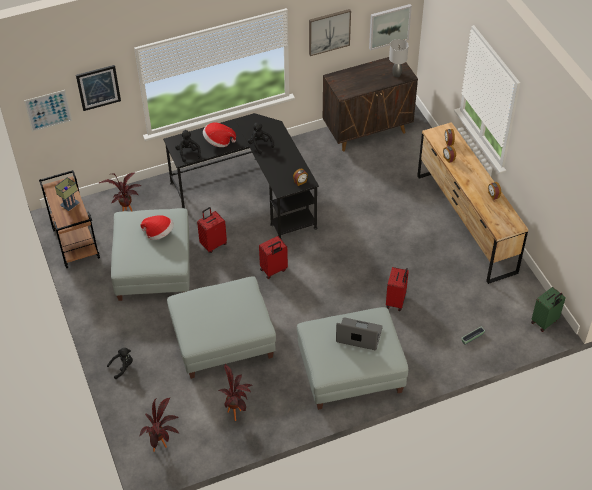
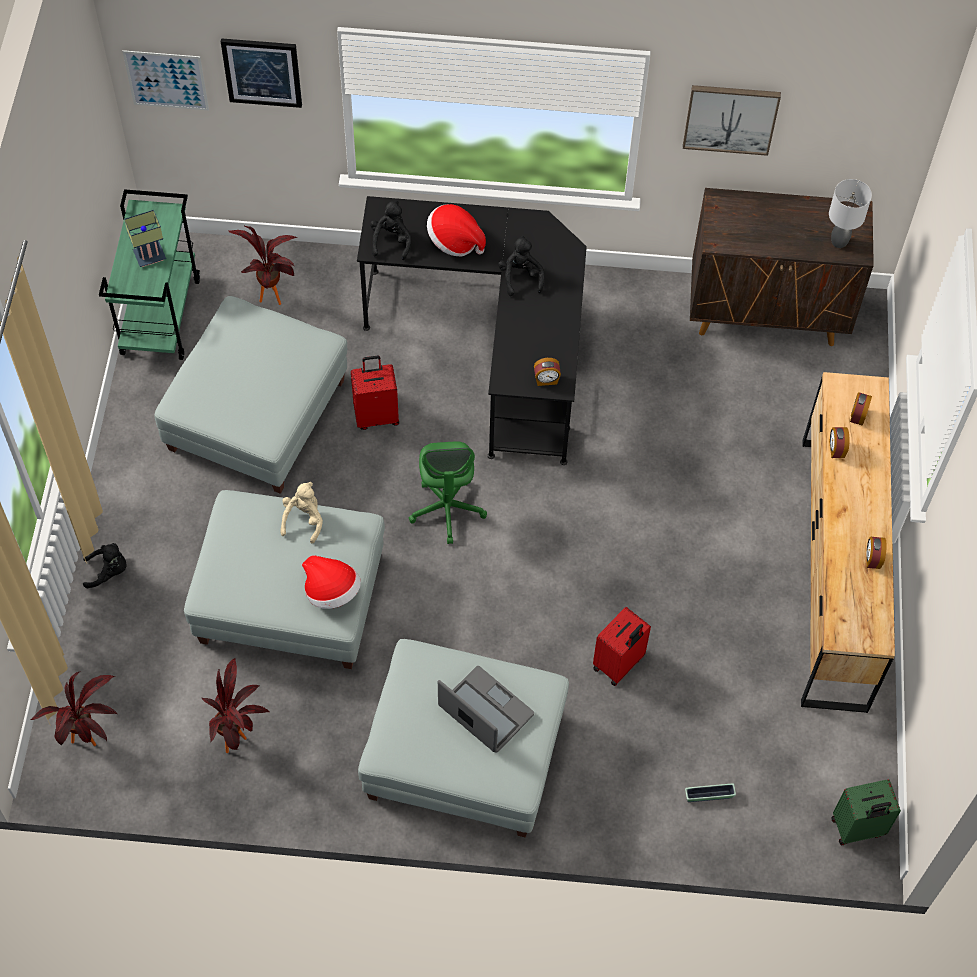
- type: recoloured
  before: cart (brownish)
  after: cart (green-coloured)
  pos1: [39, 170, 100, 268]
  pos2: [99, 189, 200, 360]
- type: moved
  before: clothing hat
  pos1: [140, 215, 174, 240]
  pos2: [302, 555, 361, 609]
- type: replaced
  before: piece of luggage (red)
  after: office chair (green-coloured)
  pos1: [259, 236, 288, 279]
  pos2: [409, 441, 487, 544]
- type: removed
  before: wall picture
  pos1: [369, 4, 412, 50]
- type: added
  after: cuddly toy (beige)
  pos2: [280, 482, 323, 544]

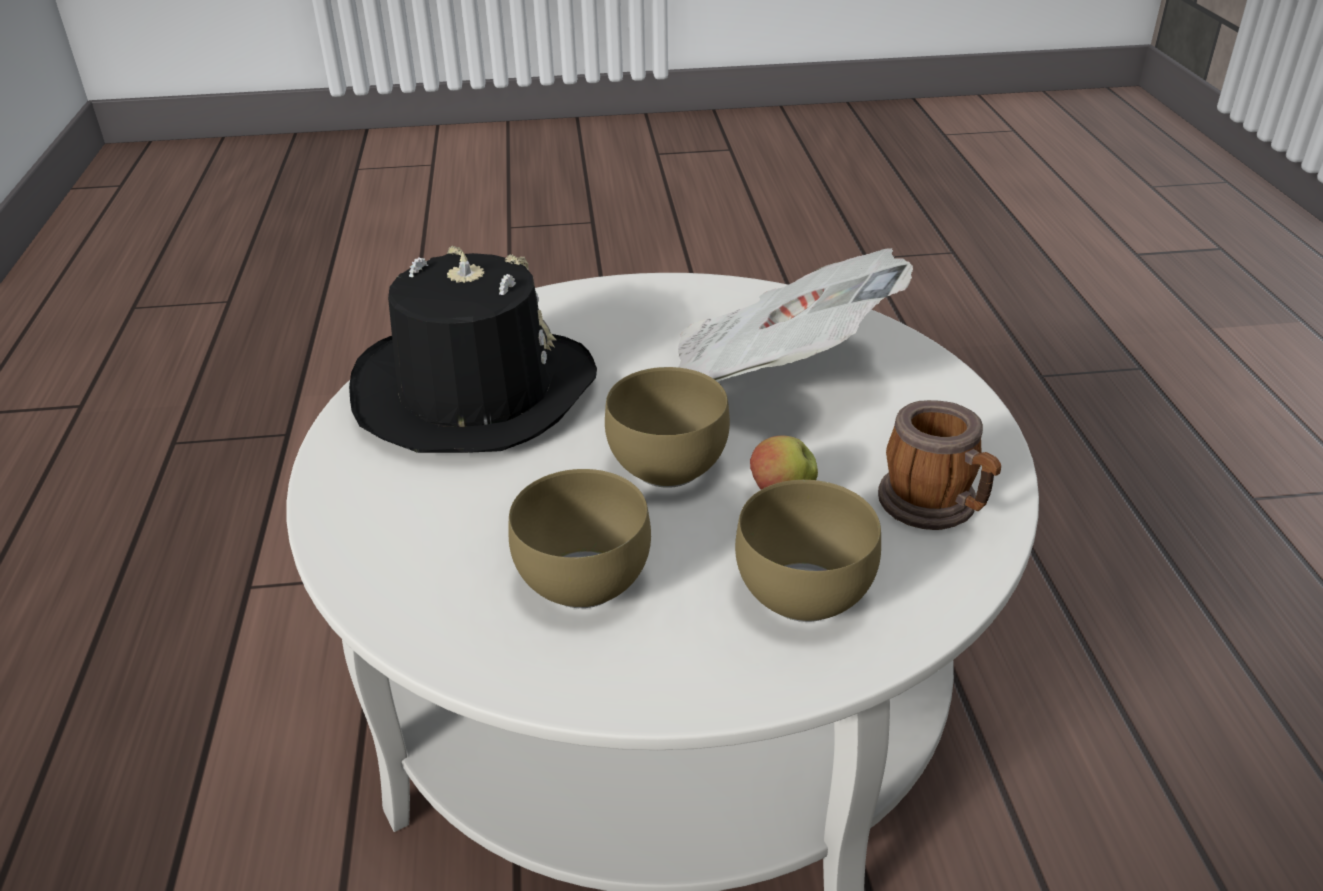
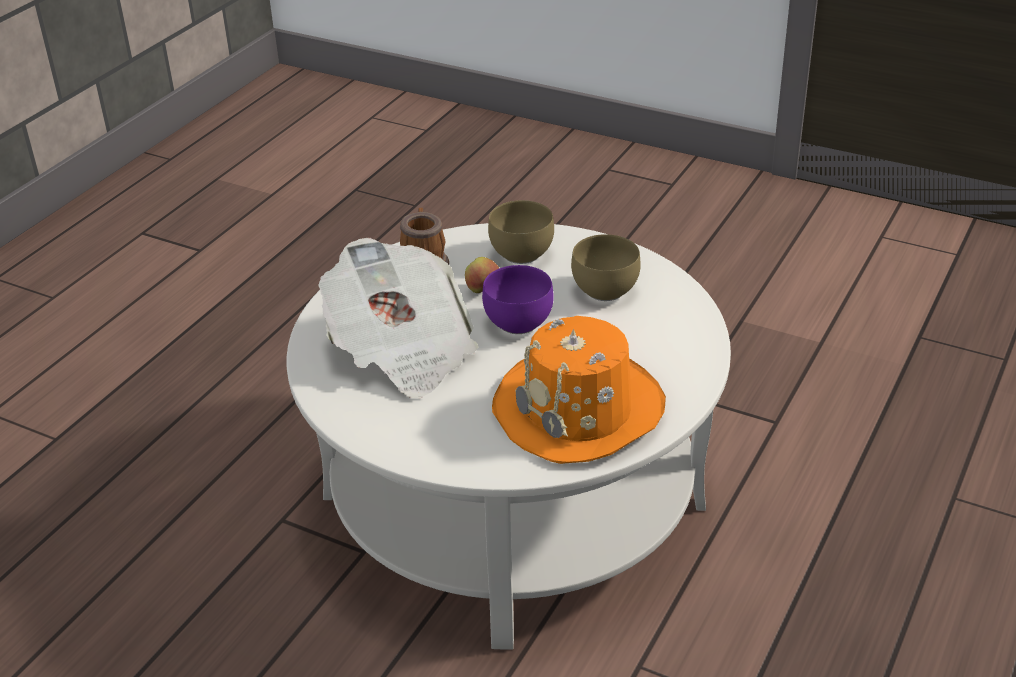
- type: recoloured
  before: clothing hat (black)
  after: clothing hat (orangey)
  pos1: [349, 246, 597, 453]
  pos2: [492, 316, 666, 464]
- type: recoloured
  before: bowl (brownish)
  after: bowl (purple)
  pos1: [605, 367, 730, 488]
  pos2: [482, 265, 554, 334]

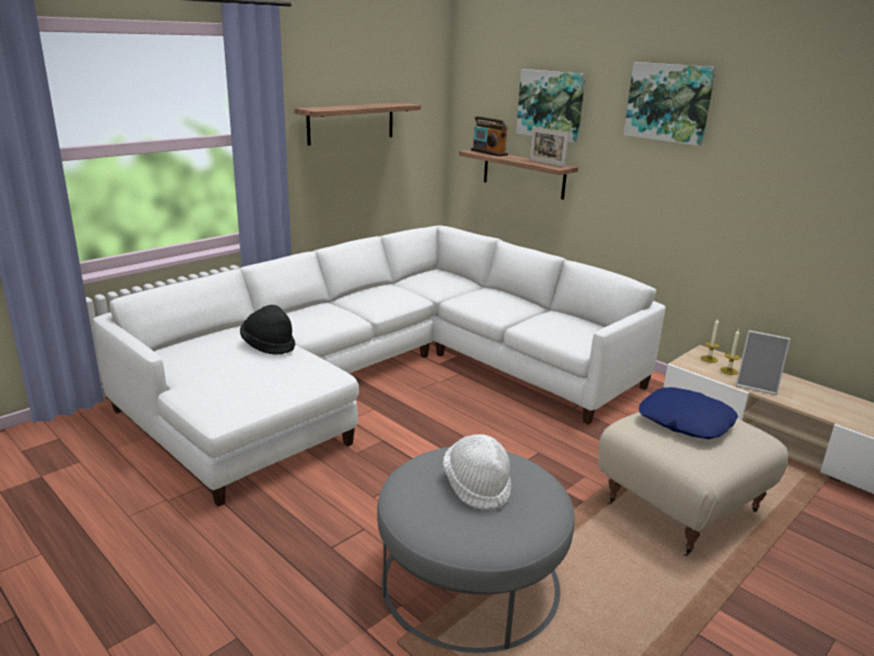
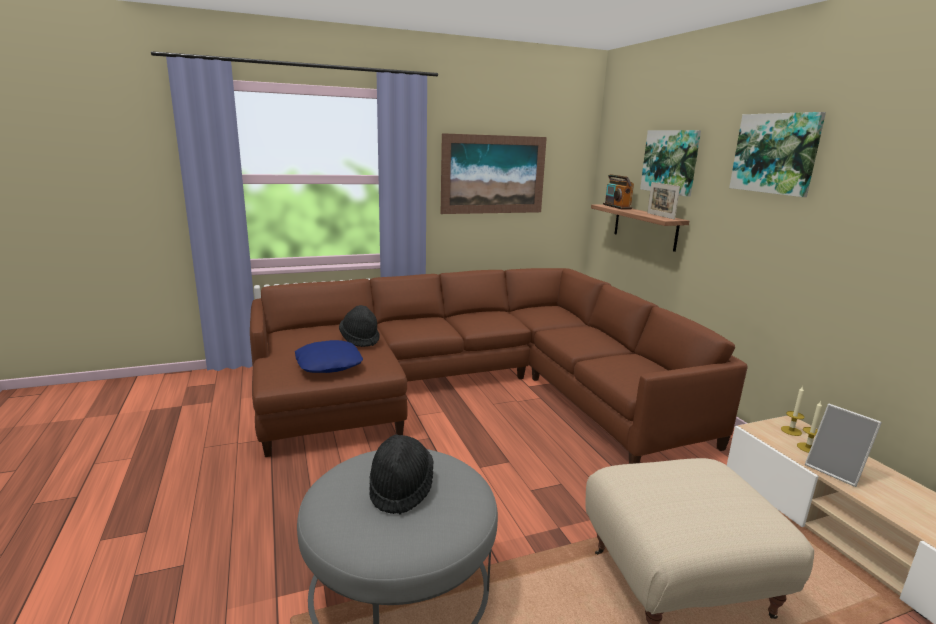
- type: recoloured
  before: couch (white-coloured)
  after: couch (brownish)
  pos1: [93, 225, 666, 507]
  pos2: [250, 268, 748, 464]
- type: replaced
  before: bracket shelf
  after: wall picture
  pos1: [295, 102, 421, 145]
  pos2: [441, 133, 547, 214]
- type: recoloured
  before: clothing hat (white-coloured)
  after: clothing hat (black)
  pos1: [443, 434, 511, 510]
  pos2: [369, 434, 434, 515]
- type: moved
  before: throw pillow (blue)
  pos1: [639, 387, 738, 439]
  pos2: [295, 340, 363, 373]

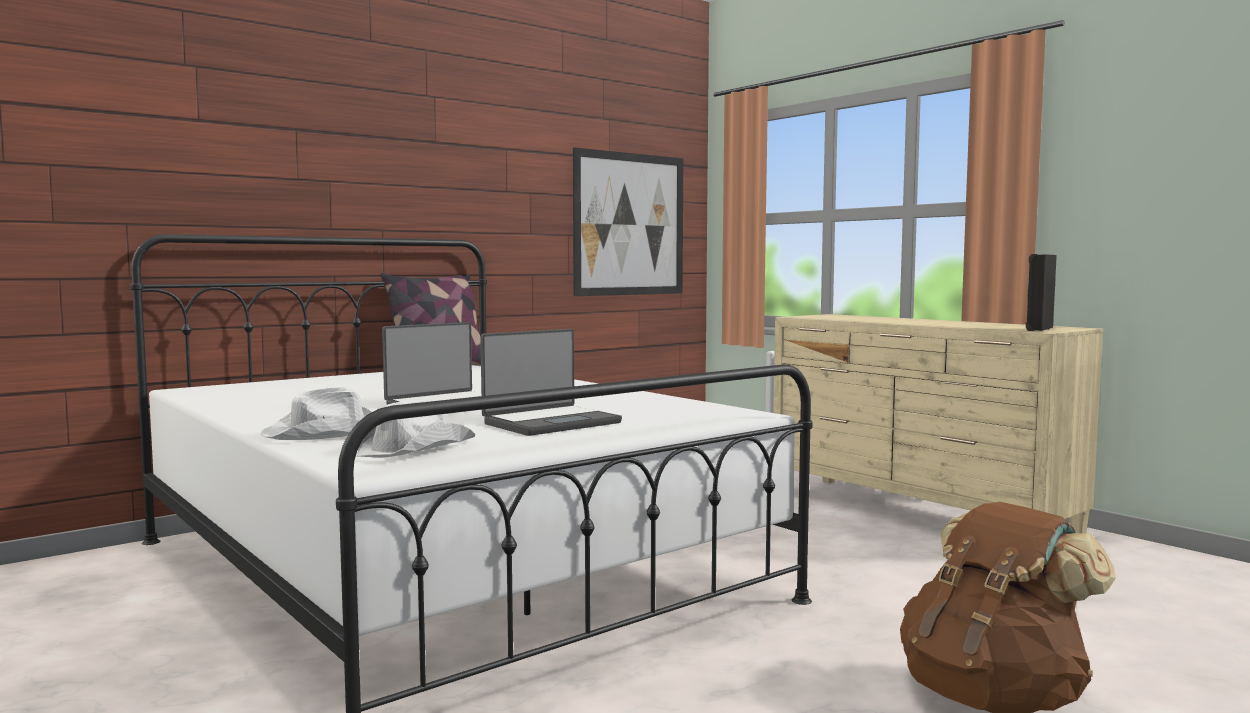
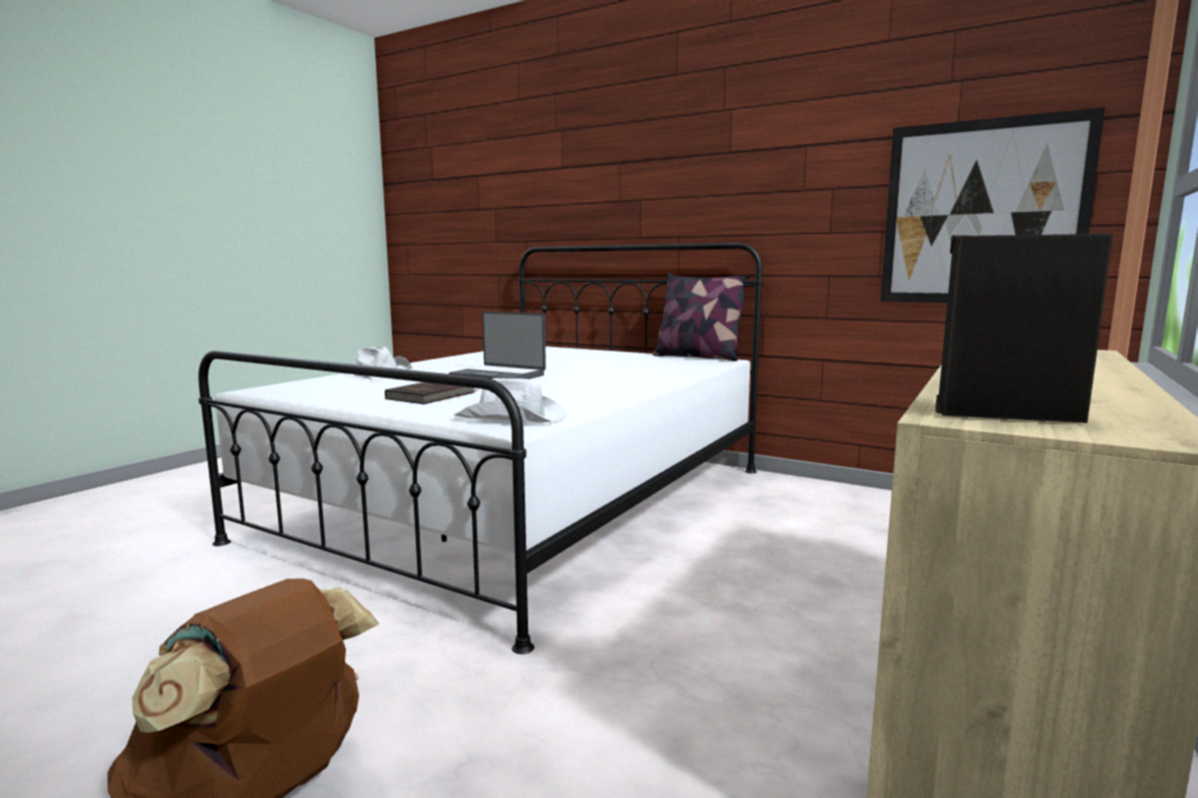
- type: moved
  before: clothing hat (white-coloured)
  pos1: [356, 400, 475, 458]
  pos2: [454, 378, 568, 422]
- type: replaced
  before: notebook computer
  after: book (brownish)
  pos1: [480, 329, 622, 436]
  pos2: [385, 382, 477, 404]

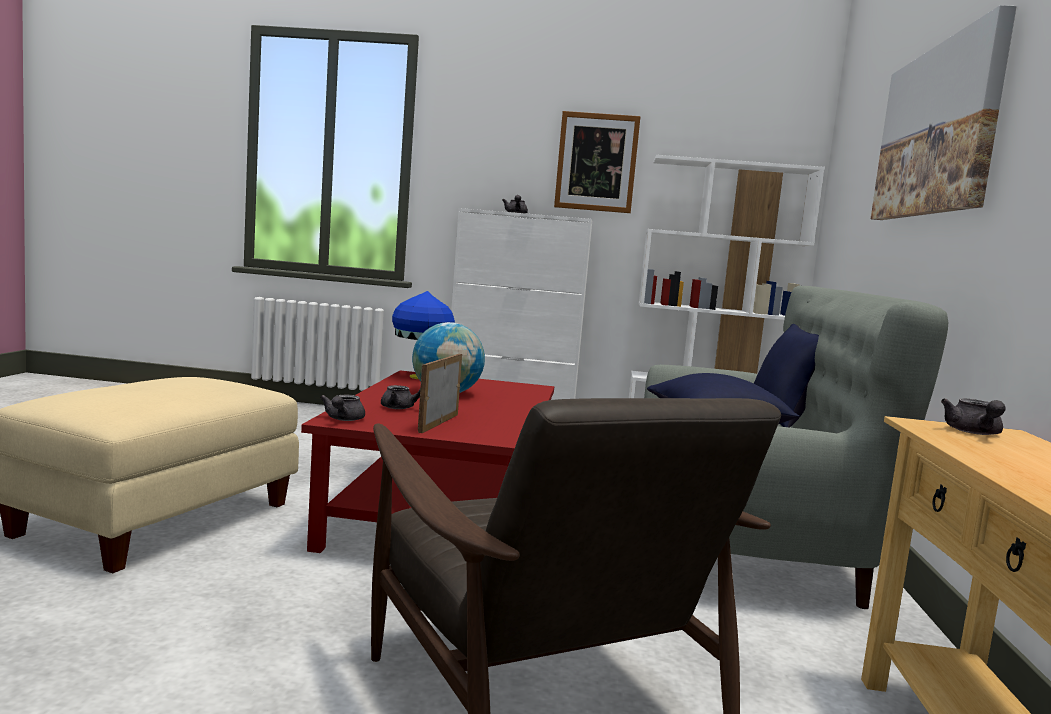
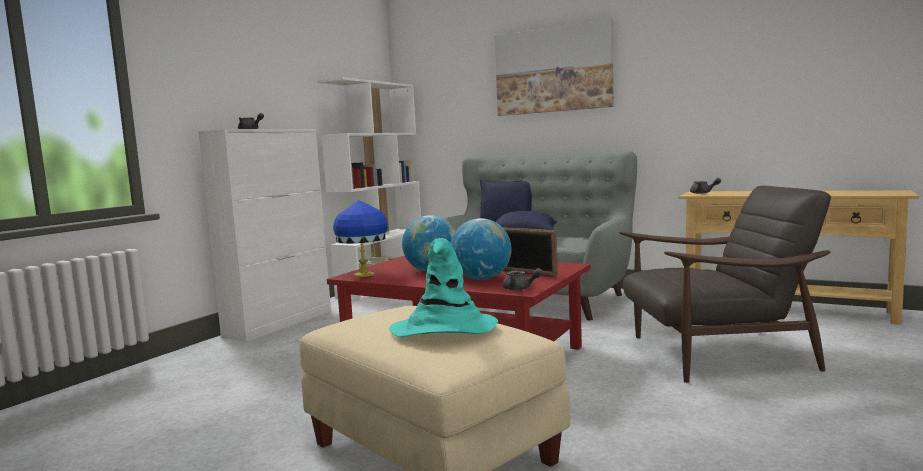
- type: replaced
  before: tea pot (grey)
  after: globe
  pos1: [381, 385, 420, 409]
  pos2: [450, 218, 512, 280]
- type: removed
  before: wall picture
  pos1: [554, 111, 641, 213]
- type: added
  after: clothing hat (turquoise-coloured)
  pos2: [389, 238, 498, 337]

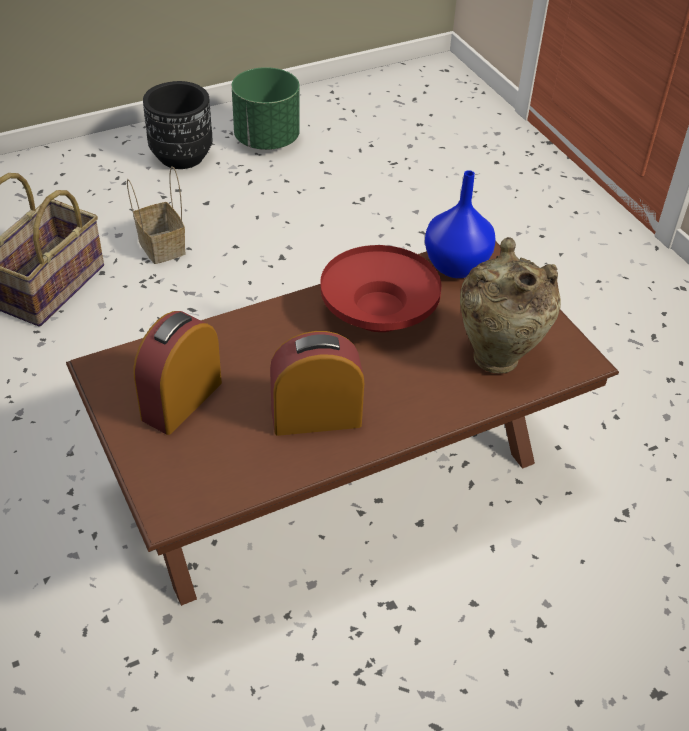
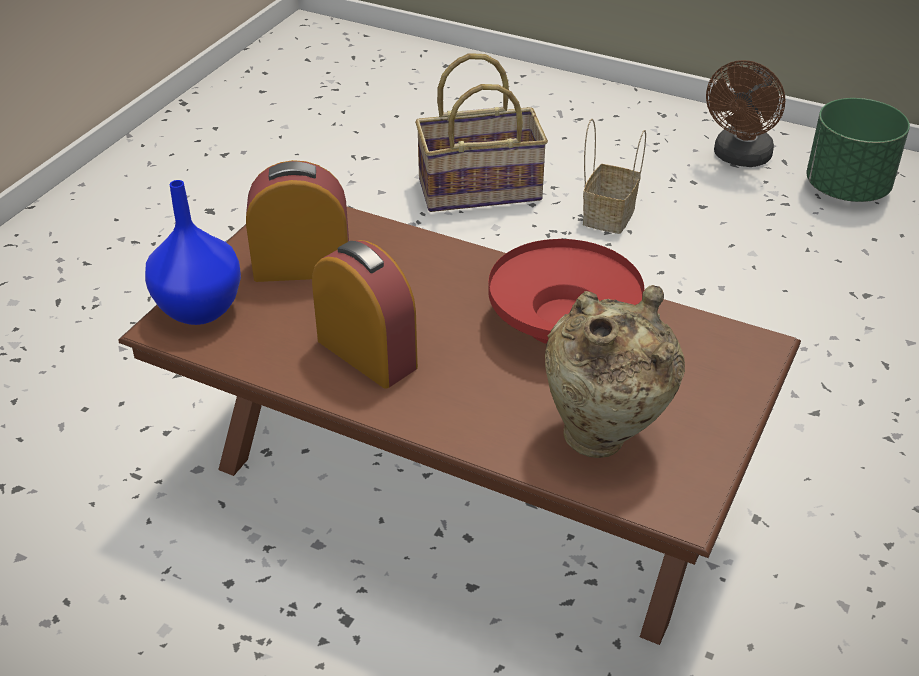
- type: replaced
  before: plant pot (black)
  after: fan (brownish)
  pos1: [143, 81, 212, 169]
  pos2: [706, 60, 785, 167]
- type: moved
  before: flower vase (blue)
  pos1: [425, 170, 496, 278]
  pos2: [145, 180, 241, 325]

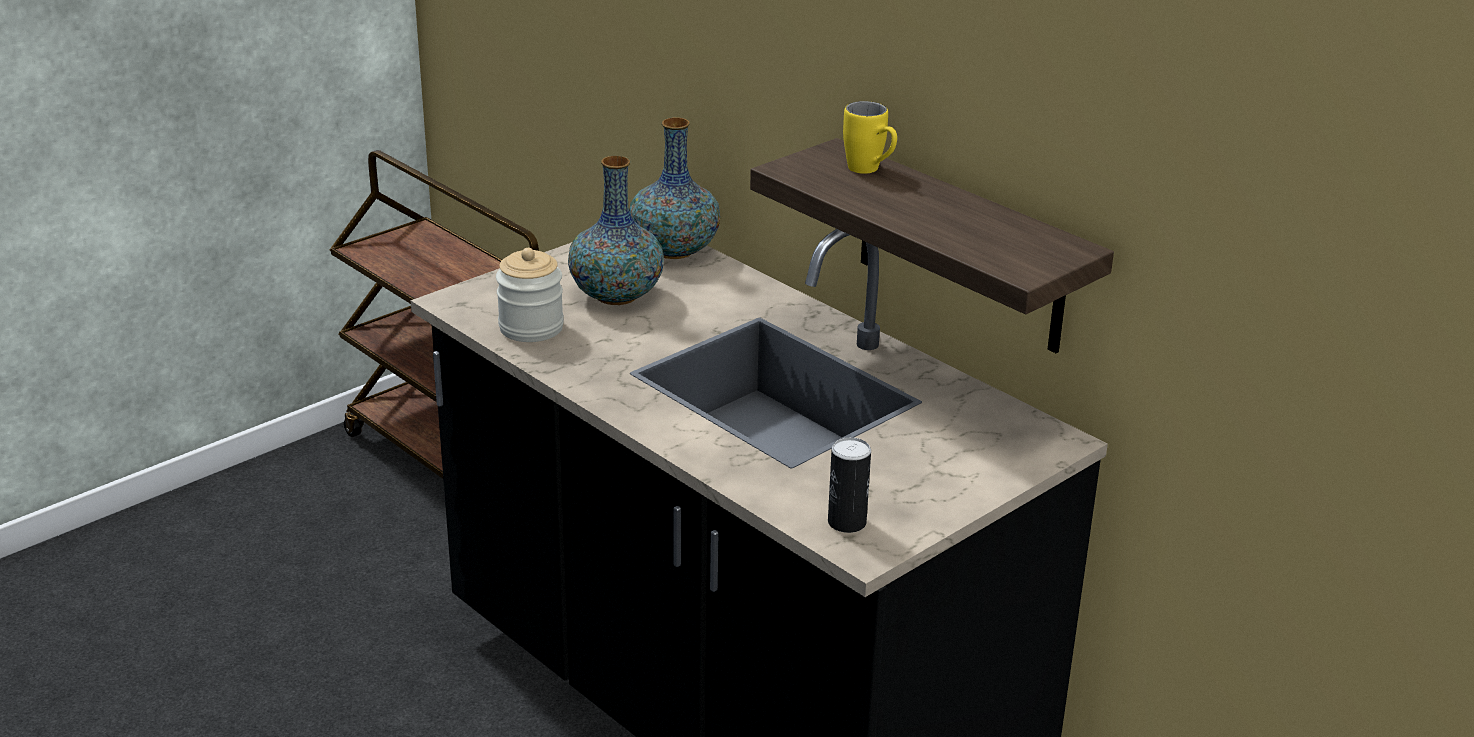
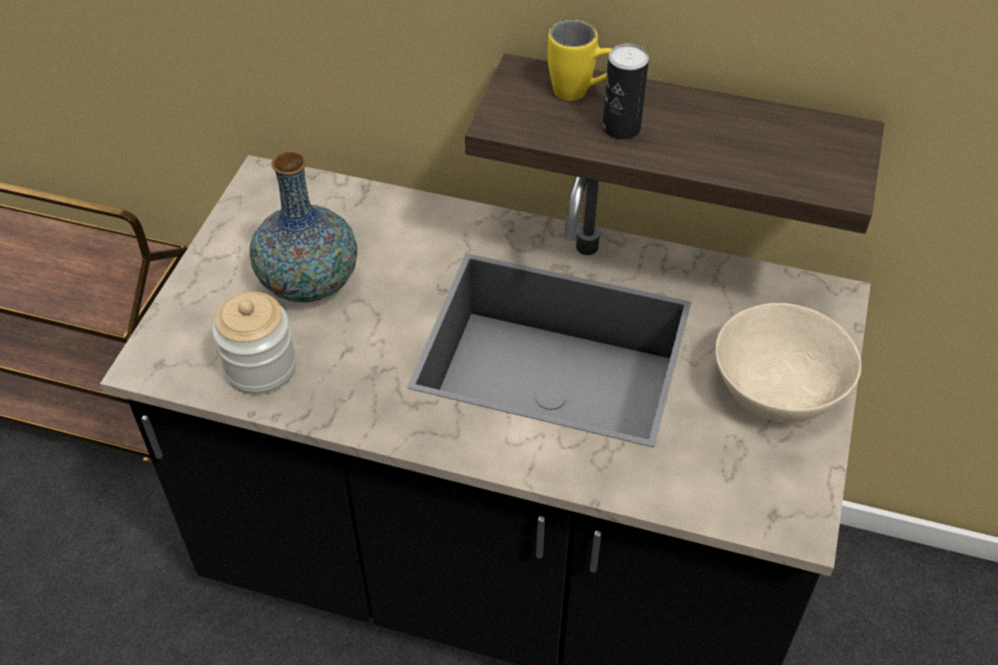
- type: removed
  before: flower vase
  pos1: [629, 117, 720, 259]
- type: moved
  before: metal can
  pos1: [828, 437, 871, 533]
  pos2: [602, 44, 649, 139]
- type: added
  after: bowl (beige)
  pos2: [715, 303, 862, 422]

